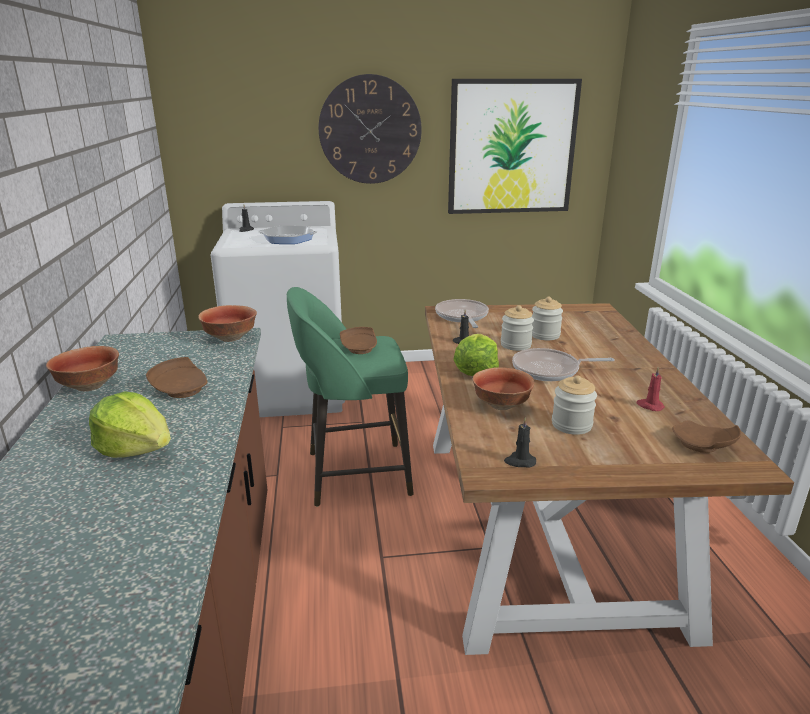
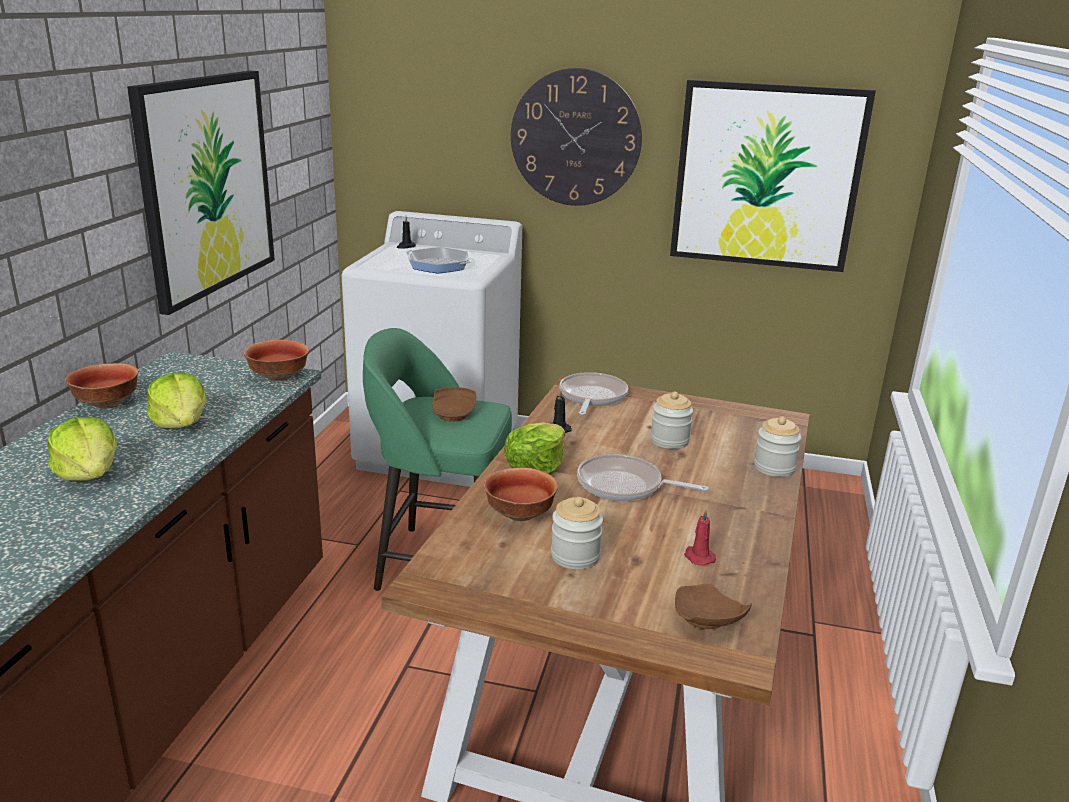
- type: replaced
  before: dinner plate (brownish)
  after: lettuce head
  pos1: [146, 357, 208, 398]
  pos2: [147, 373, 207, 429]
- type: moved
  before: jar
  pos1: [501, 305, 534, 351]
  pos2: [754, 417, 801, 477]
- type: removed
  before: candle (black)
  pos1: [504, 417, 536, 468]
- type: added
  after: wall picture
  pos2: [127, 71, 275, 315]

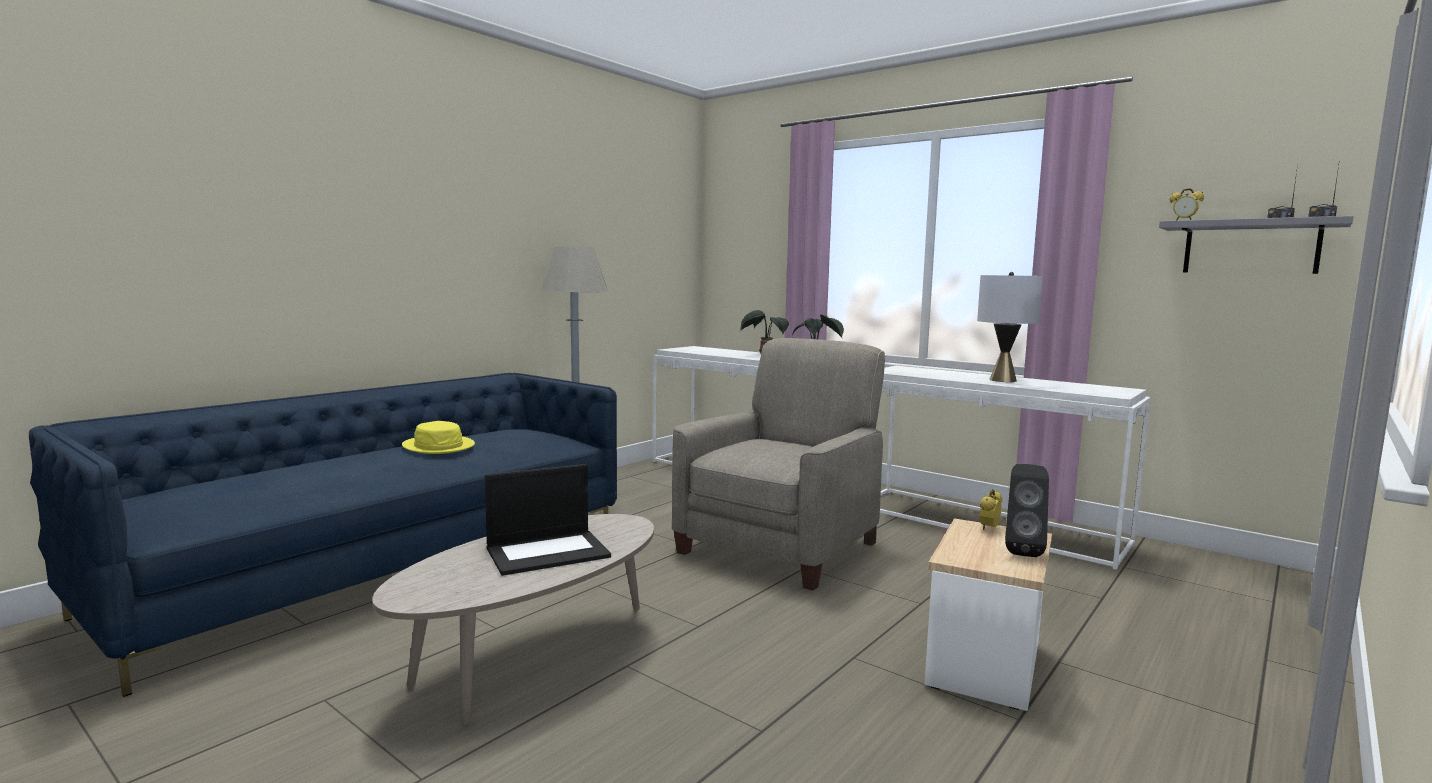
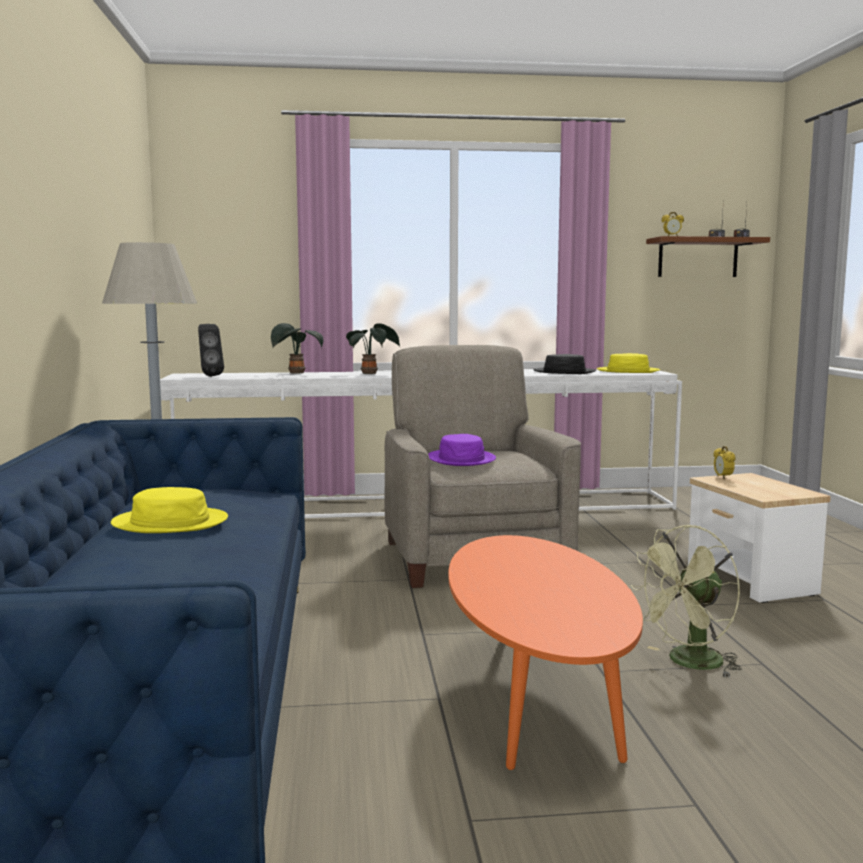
- type: recoloured
  before: low table (beige)
  after: low table (orangey)
  pos1: [372, 514, 654, 727]
  pos2: [448, 535, 643, 770]
- type: removed
  before: notebook computer
  pos1: [485, 464, 611, 576]
- type: replaced
  before: lamp for a table (grey)
  after: clothing hat (black)
  pos1: [977, 272, 1043, 382]
  pos2: [533, 354, 596, 374]
- type: moved
  before: loudspeaker (black)
  pos1: [1005, 464, 1049, 557]
  pos2: [198, 324, 224, 377]
- type: recoloured
  before: bracket shelf (grey)
  after: bracket shelf (brownish)
  pos1: [1159, 216, 1353, 274]
  pos2: [646, 236, 770, 277]
- type: added
  after: clothing hat (purple)
  pos2: [428, 434, 496, 466]
- type: added
  after: clothing hat (yellowish)
  pos2: [597, 353, 660, 373]
- type: added
  after: fan (green-coloured)
  pos2: [631, 525, 742, 678]

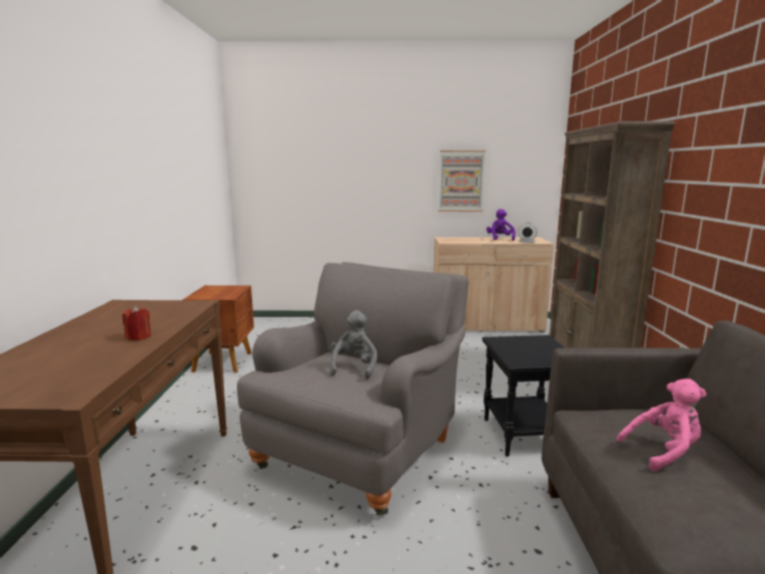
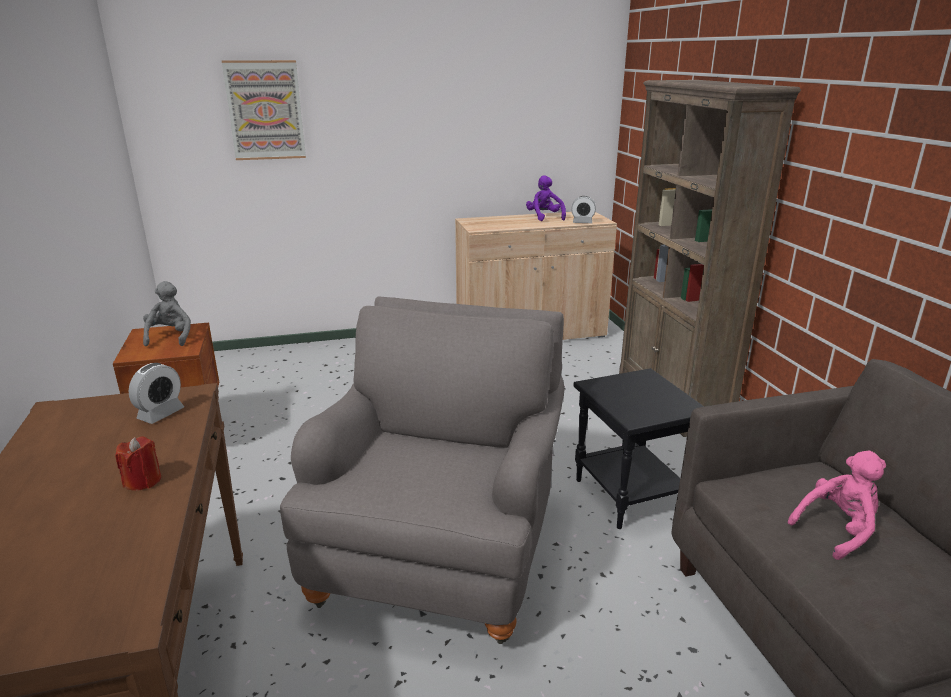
- type: moved
  before: cuddly toy (grey)
  pos1: [330, 310, 377, 380]
  pos2: [143, 281, 191, 346]
- type: moved
  before: wall picture
  pos1: [438, 150, 486, 212]
  pos2: [222, 60, 306, 160]
- type: added
  after: alarm clock
  pos2: [129, 363, 184, 424]

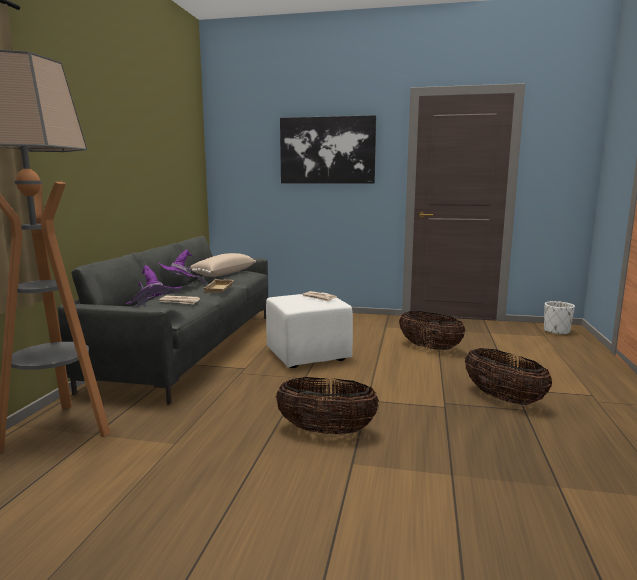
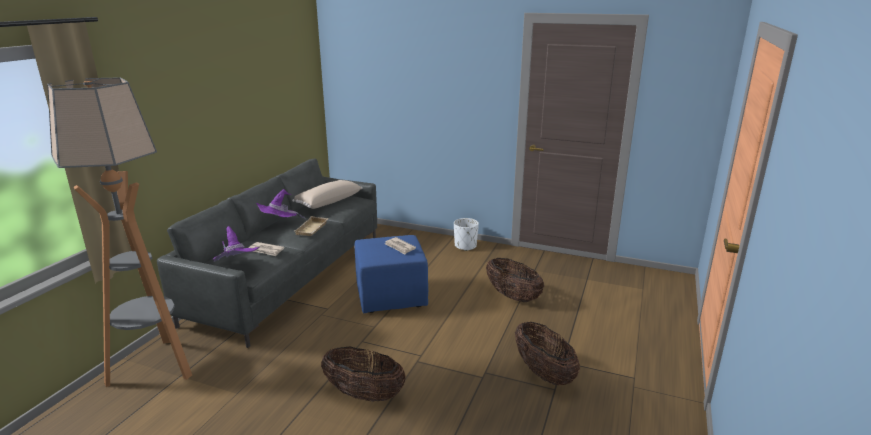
- type: recoloured
  before: ottoman (white-coloured)
  after: ottoman (blue)
  pos1: [266, 293, 353, 368]
  pos2: [355, 235, 428, 313]
- type: removed
  before: wall picture
  pos1: [280, 115, 376, 183]
- type: moved
  before: plant pot (white-coloured)
  pos1: [544, 301, 575, 335]
  pos2: [454, 218, 479, 251]

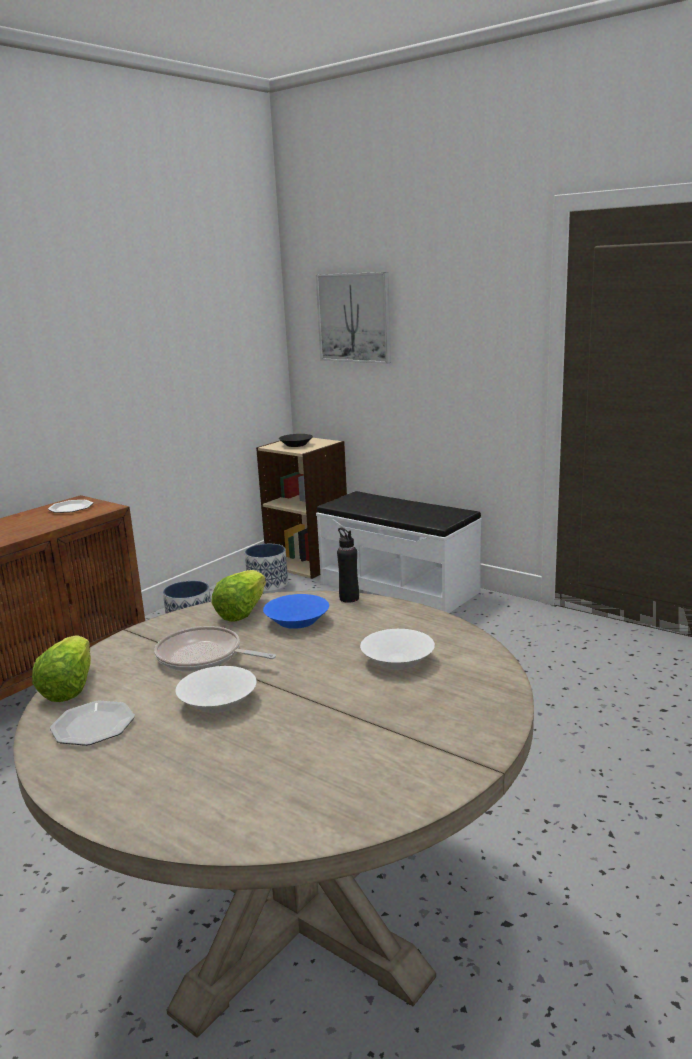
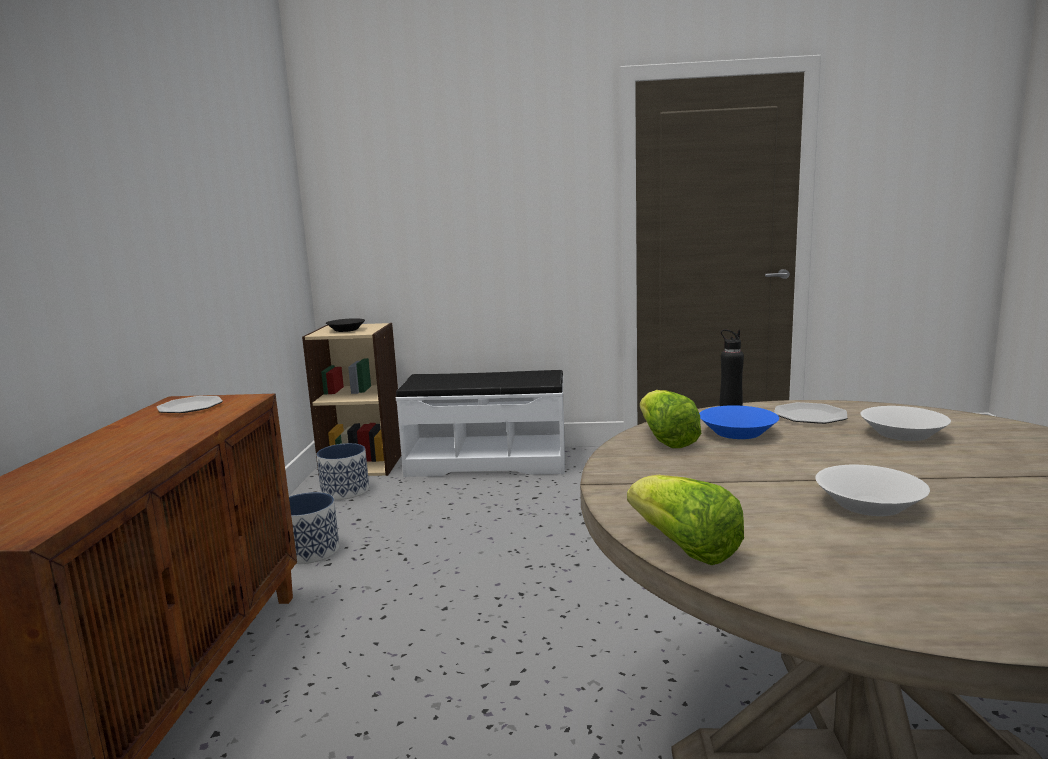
- type: moved
  before: dinner plate
  pos1: [50, 701, 135, 746]
  pos2: [774, 402, 847, 424]
- type: removed
  before: skillet
  pos1: [154, 626, 276, 672]
- type: removed
  before: wall picture
  pos1: [316, 272, 391, 364]

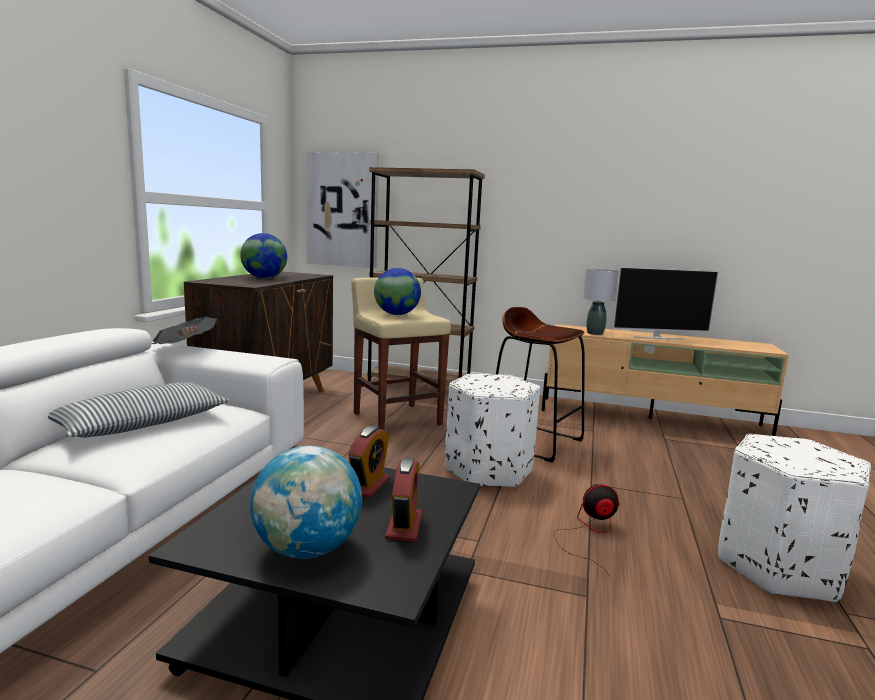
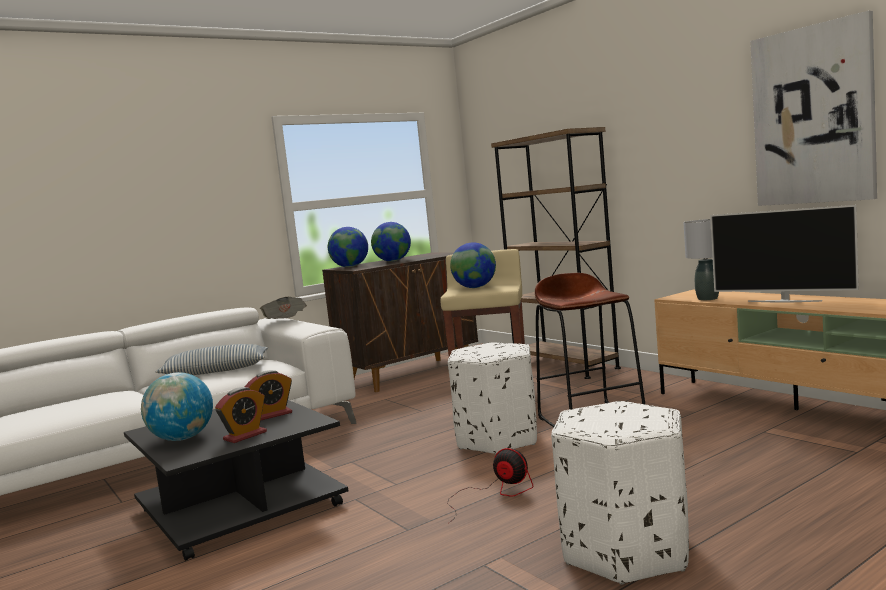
- type: moved
  before: wall picture
  pos1: [307, 152, 379, 268]
  pos2: [750, 11, 877, 206]
- type: added
  after: globe
  pos2: [328, 227, 368, 267]

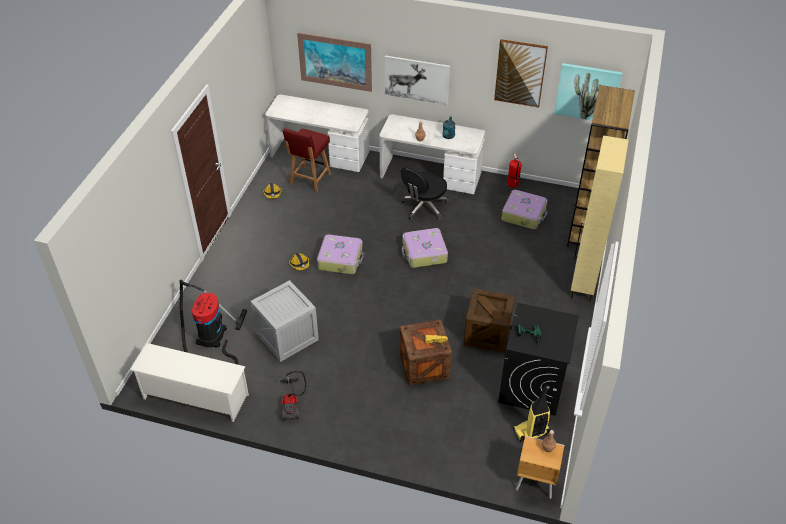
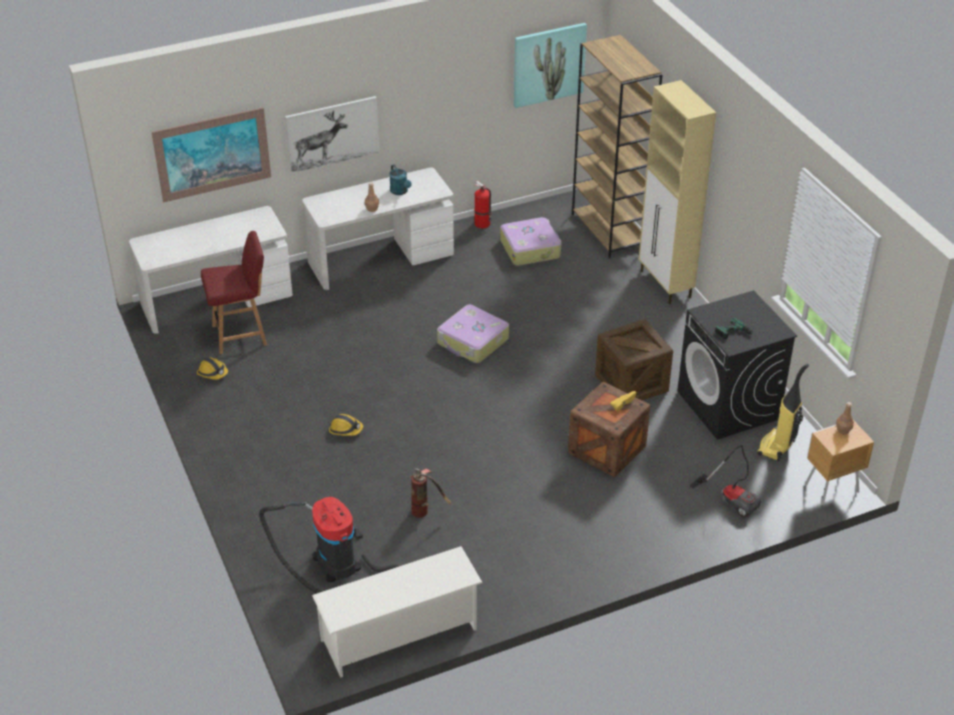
- type: replaced
  before: packing crate
  after: fire extinguisher
  pos1: [251, 280, 319, 362]
  pos2: [410, 468, 451, 518]
- type: moved
  before: hoover
  pos1: [280, 371, 307, 421]
  pos2: [689, 445, 761, 518]
- type: turned
  before: plain chair (red)
  pos1: [282, 128, 331, 193]
  pos2: [201, 231, 267, 354]
  turn: -90
- type: removed
  before: piece of luggage
  pos1: [317, 235, 364, 274]
- type: removed
  before: office chair (black)
  pos1: [401, 167, 449, 221]
- type: removed
  before: wall picture
  pos1: [494, 39, 548, 107]

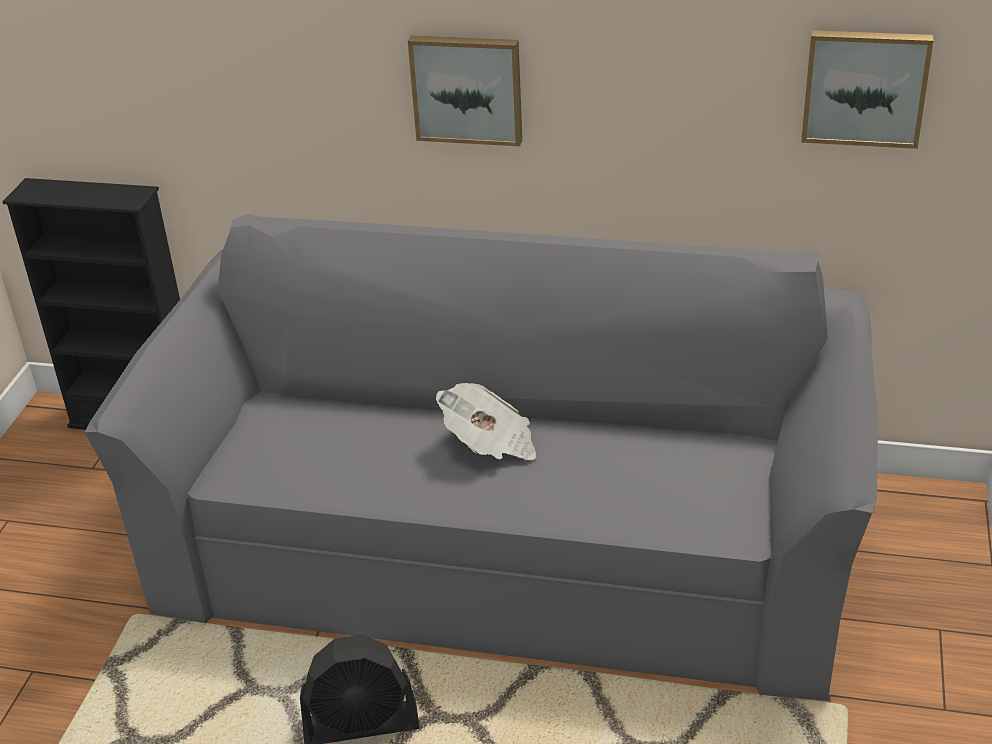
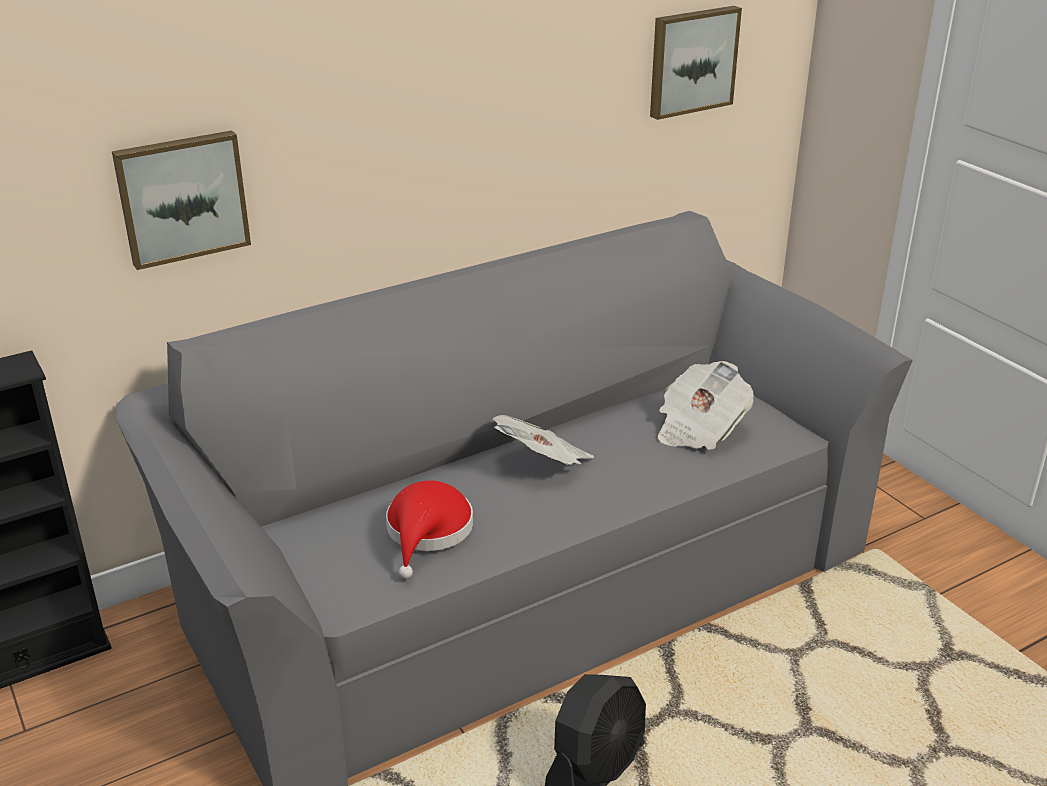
- type: moved
  before: wall picture
  pos1: [408, 36, 522, 146]
  pos2: [112, 130, 251, 270]
- type: added
  after: clothing hat (red)
  pos2: [386, 481, 473, 579]
- type: added
  after: daily paper
  pos2: [658, 361, 754, 450]

